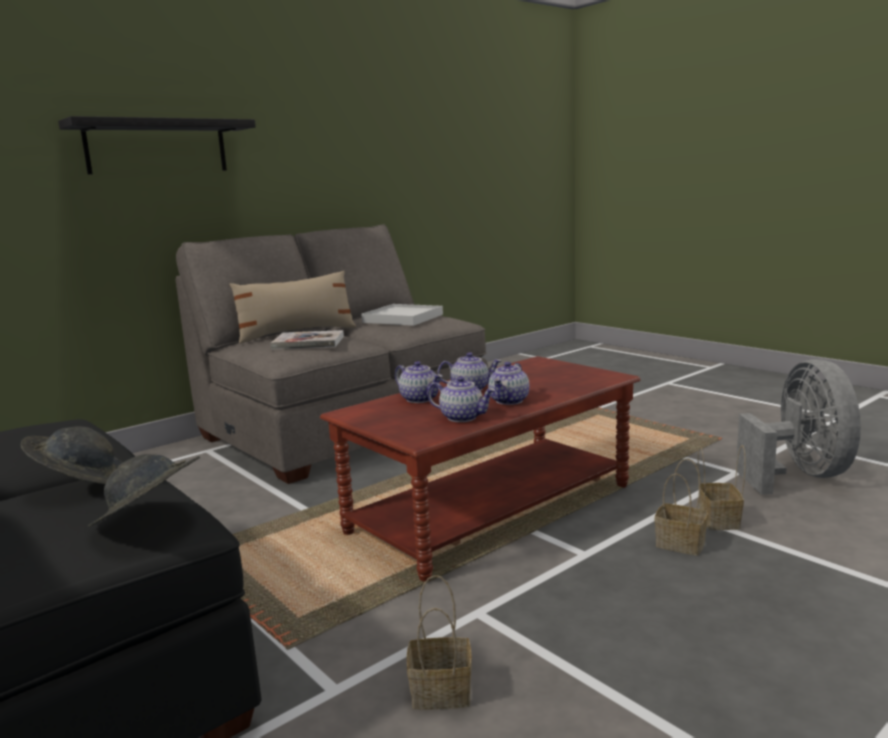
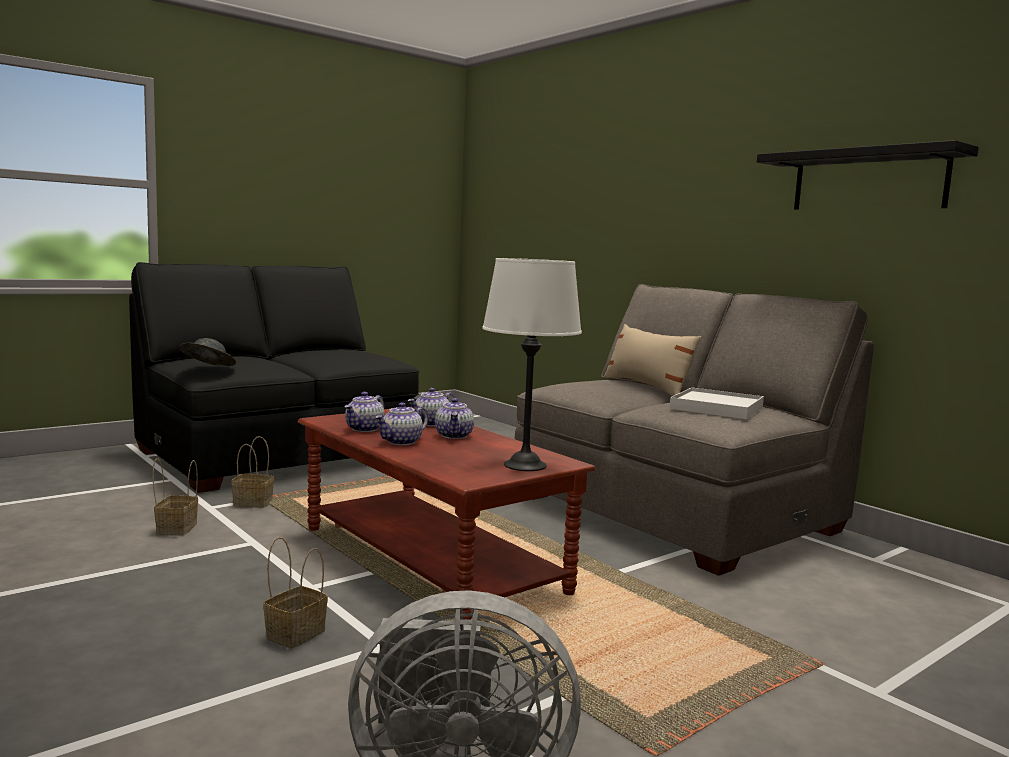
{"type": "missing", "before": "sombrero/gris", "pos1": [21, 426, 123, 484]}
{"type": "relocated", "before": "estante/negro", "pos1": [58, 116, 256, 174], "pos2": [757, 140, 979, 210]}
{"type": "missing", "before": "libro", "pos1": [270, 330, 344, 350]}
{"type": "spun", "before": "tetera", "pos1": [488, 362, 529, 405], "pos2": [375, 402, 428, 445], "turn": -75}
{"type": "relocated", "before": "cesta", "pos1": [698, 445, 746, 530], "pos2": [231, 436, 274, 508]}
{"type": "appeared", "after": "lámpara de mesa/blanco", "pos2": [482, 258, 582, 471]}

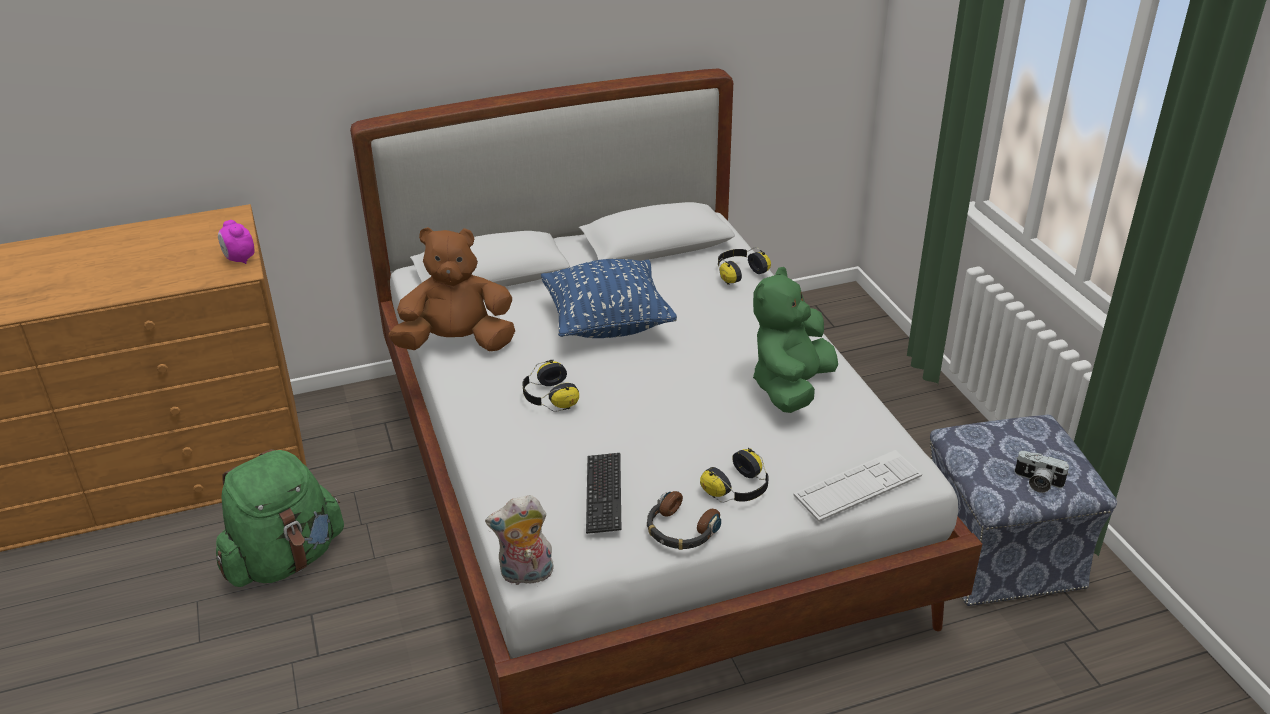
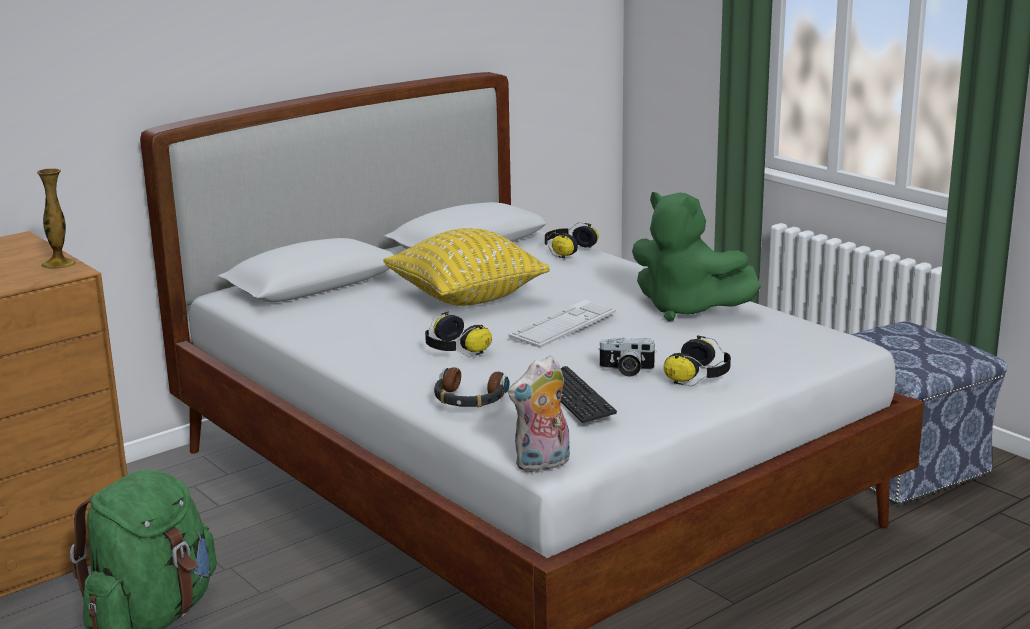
{"type": "exchanged", "before": "despertador", "after": "florero", "pos1": [218, 220, 254, 264], "pos2": [37, 169, 76, 269]}
{"type": "missing", "before": "peluche/marrón", "pos1": [389, 227, 515, 352]}
{"type": "colour", "before": "cojín/azul", "after": "cojín/amarillo", "pos1": [541, 259, 677, 338], "pos2": [383, 228, 550, 306]}
{"type": "relocated", "before": "auriculares", "pos1": [647, 491, 721, 550], "pos2": [434, 367, 510, 407]}
{"type": "spun", "before": "peluche/verde", "pos1": [753, 267, 838, 413], "pos2": [632, 192, 761, 321], "turn": -60}
{"type": "relocated", "before": "teclado", "pos1": [794, 450, 922, 522], "pos2": [508, 300, 616, 348]}
{"type": "relocated", "before": "cámara", "pos1": [1014, 451, 1069, 493], "pos2": [598, 338, 657, 377]}

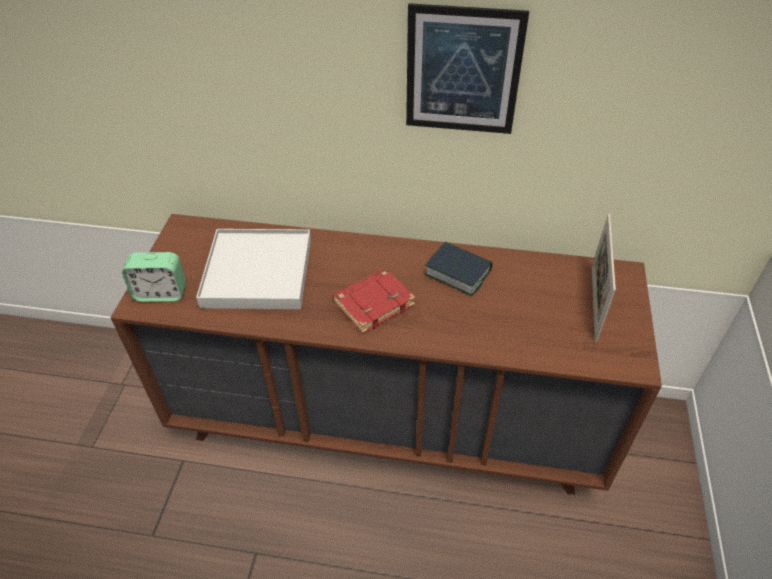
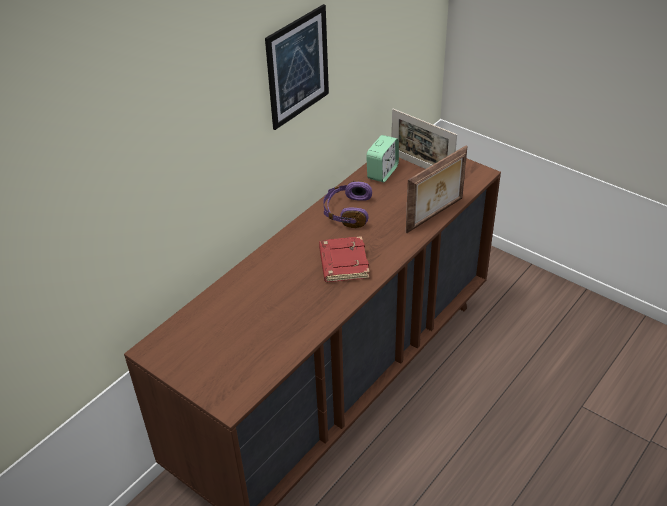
{"type": "relocated", "before": "despertador", "pos1": [122, 252, 186, 302], "pos2": [366, 135, 399, 182]}
{"type": "missing", "before": "bandeja/blanco", "pos1": [196, 229, 311, 309]}
{"type": "exchanged", "before": "libro", "after": "auriculares/morado", "pos1": [425, 242, 493, 296], "pos2": [323, 180, 372, 228]}
{"type": "appeared", "after": "portarretratos", "pos2": [406, 145, 468, 233]}

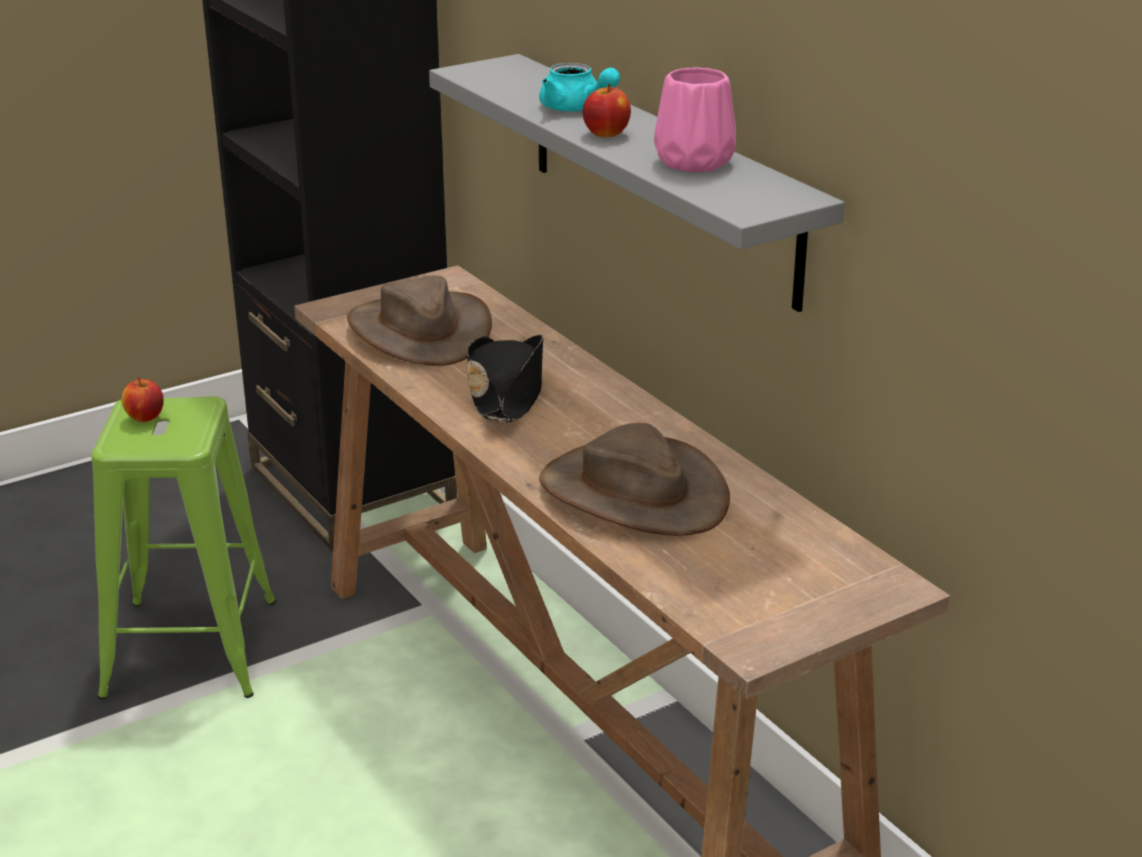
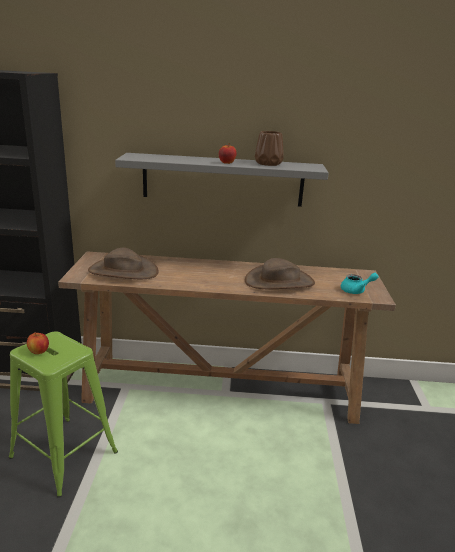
{"type": "missing", "before": "sombrero/negro", "pos1": [467, 335, 543, 422]}
{"type": "relocated", "before": "tetera/turquesa", "pos1": [539, 63, 620, 112], "pos2": [341, 273, 379, 294]}
{"type": "colour", "before": "florero/rosa", "after": "florero/marrón", "pos1": [654, 67, 736, 172], "pos2": [255, 131, 284, 166]}

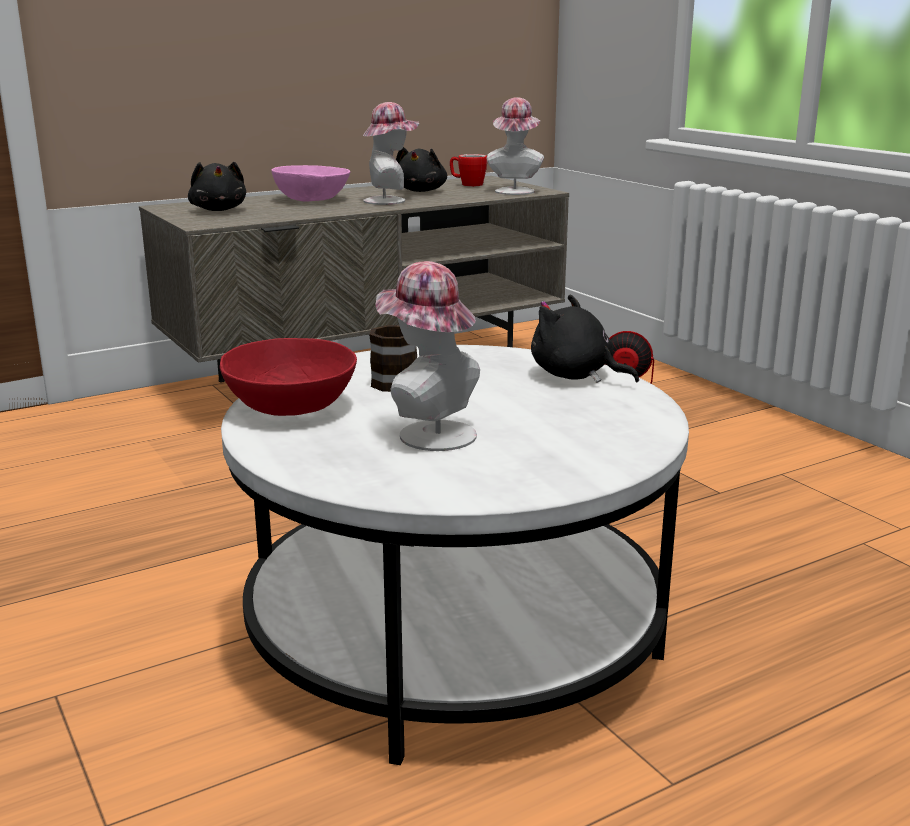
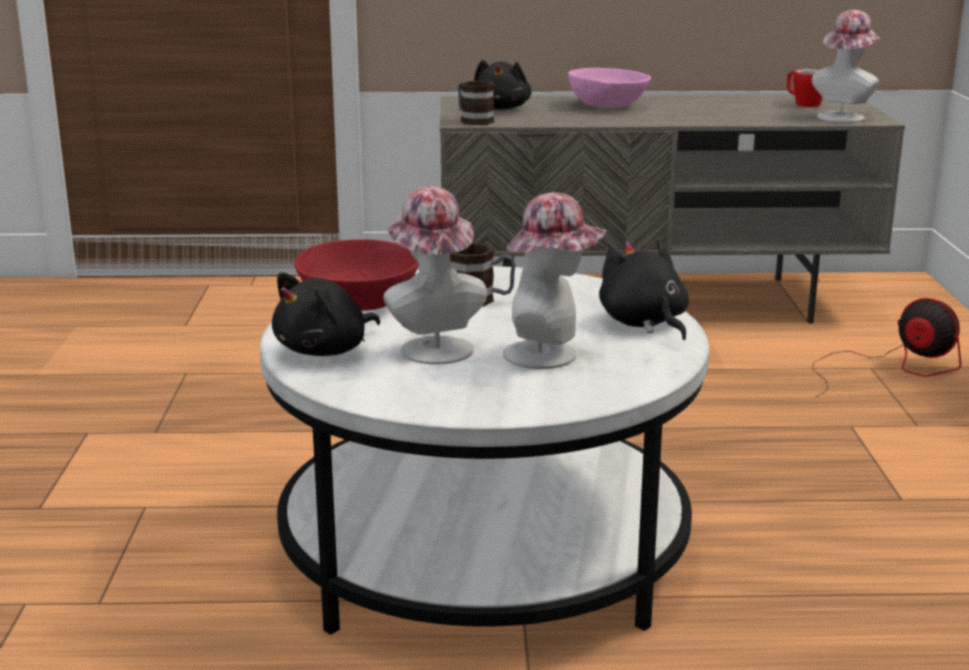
{"type": "relocated", "before": "sombrero", "pos1": [363, 102, 419, 205], "pos2": [503, 192, 607, 369]}
{"type": "relocated", "before": "peluche/negro", "pos1": [396, 147, 447, 192], "pos2": [272, 272, 380, 356]}
{"type": "appeared", "after": "taza grande", "pos2": [458, 81, 494, 125]}

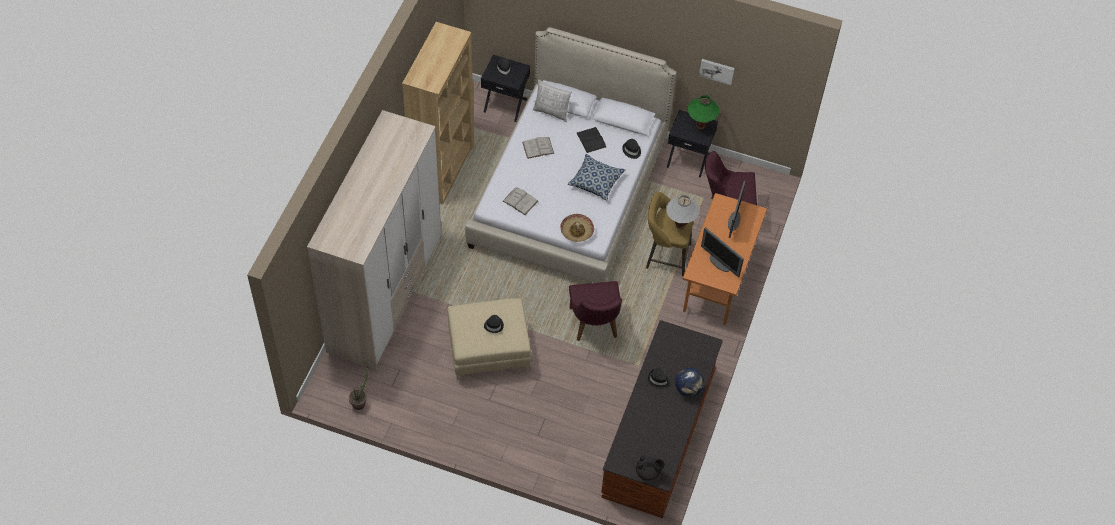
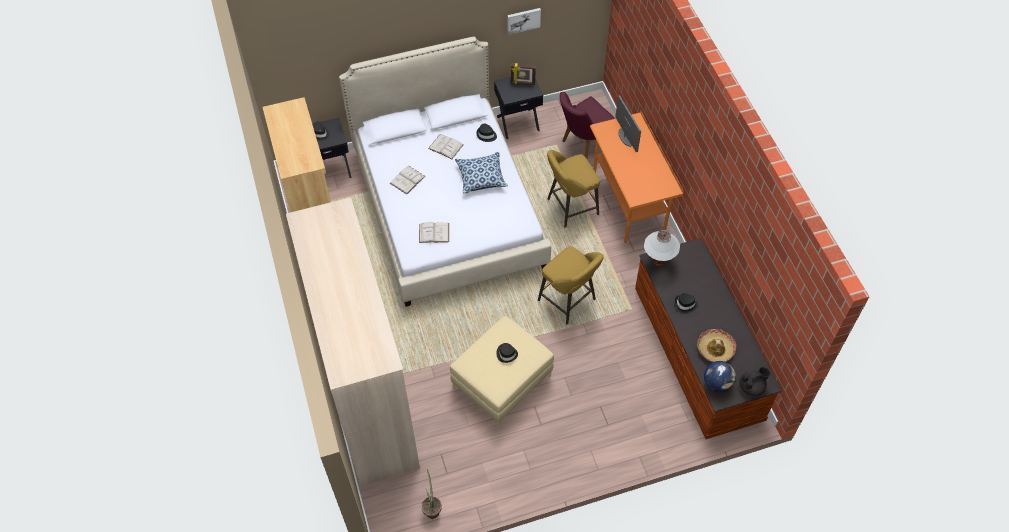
{"type": "missing", "before": "cojín", "pos1": [533, 80, 572, 122]}
{"type": "relocated", "before": "sombrero", "pos1": [560, 214, 594, 242], "pos2": [697, 329, 736, 362]}
{"type": "exchanged", "before": "silla/morado", "after": "taburete/amarillo", "pos1": [569, 281, 622, 341], "pos2": [538, 246, 603, 325]}
{"type": "colour", "before": "libro/negro", "after": "libro/blanco", "pos1": [576, 127, 606, 153], "pos2": [428, 134, 463, 159]}
{"type": "relocated", "before": "lámpara de mesa/blanco", "pos1": [666, 195, 700, 229], "pos2": [644, 230, 680, 266]}
{"type": "relocated", "before": "globo terráqueo", "pos1": [675, 368, 704, 397], "pos2": [704, 361, 736, 393]}
{"type": "exchanged", "before": "lámpara de mesa/verde", "after": "portarretratos", "pos1": [688, 95, 720, 129], "pos2": [511, 63, 536, 85]}
{"type": "missing", "before": "monitor", "pos1": [701, 227, 744, 277]}

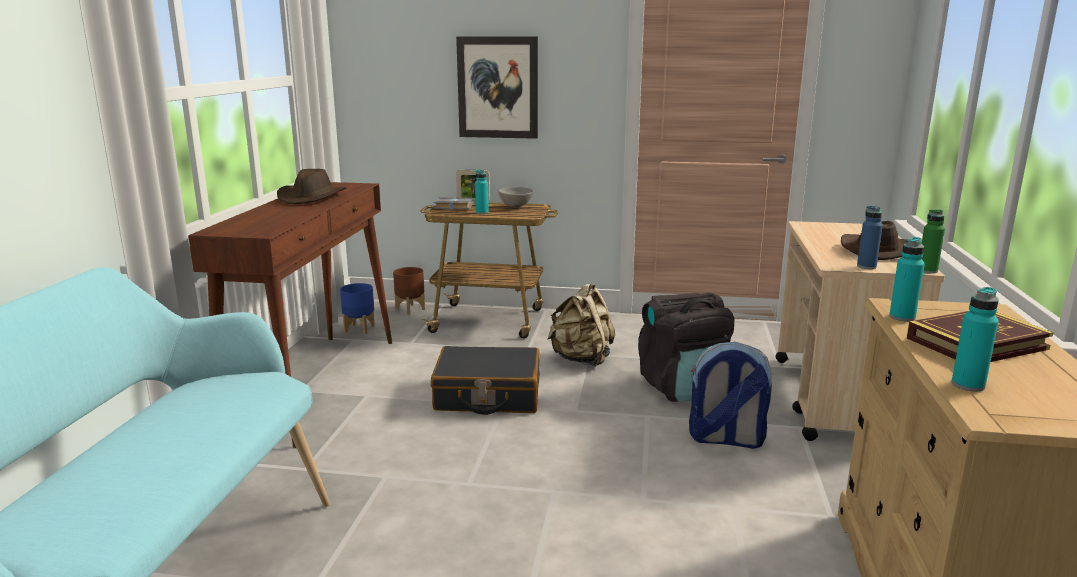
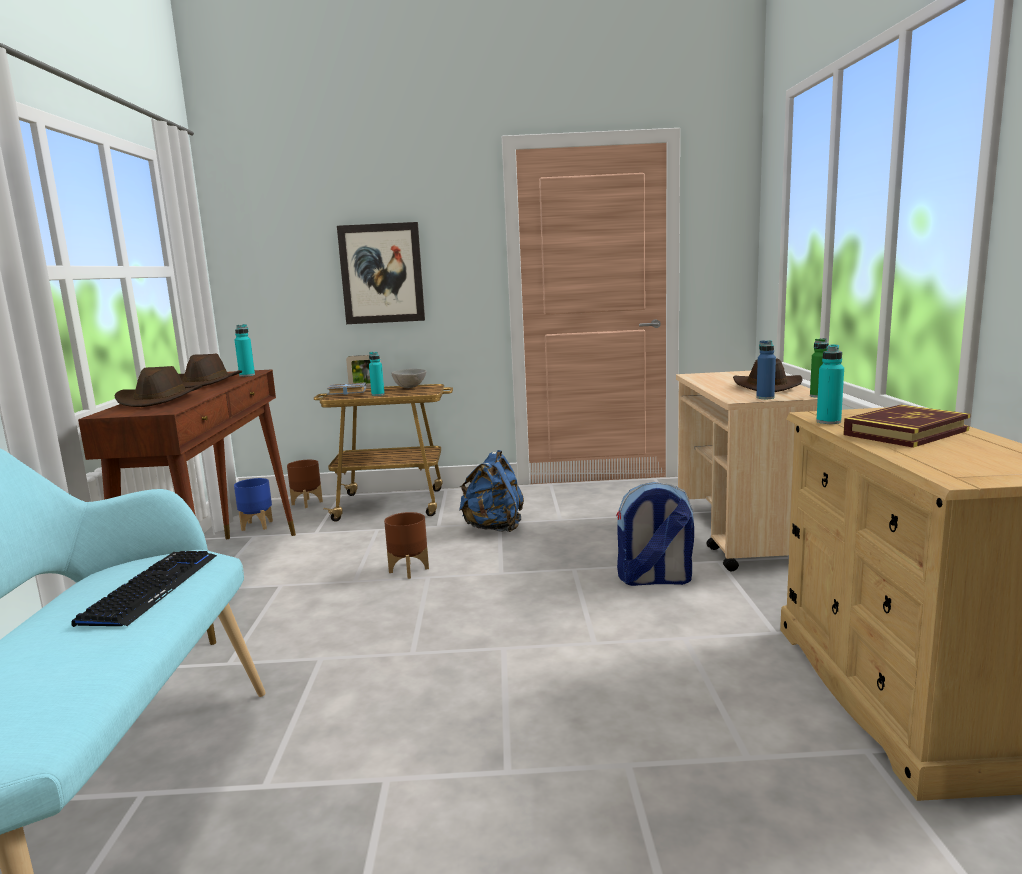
{"type": "exchanged", "before": "maleta/negro", "after": "maceta/marrón", "pos1": [431, 346, 540, 415], "pos2": [384, 512, 429, 579]}
{"type": "colour", "before": "mochila/beis", "after": "mochila/azul", "pos1": [547, 283, 615, 366], "pos2": [459, 450, 524, 532]}
{"type": "missing", "before": "mochila/negro", "pos1": [638, 293, 735, 402]}
{"type": "relocated", "before": "botella/turquesa", "pos1": [951, 287, 999, 391], "pos2": [235, 324, 255, 377]}
{"type": "appeared", "after": "teclado", "pos2": [71, 551, 217, 627]}
{"type": "appeared", "after": "sombrero/marrón", "pos2": [114, 366, 202, 407]}

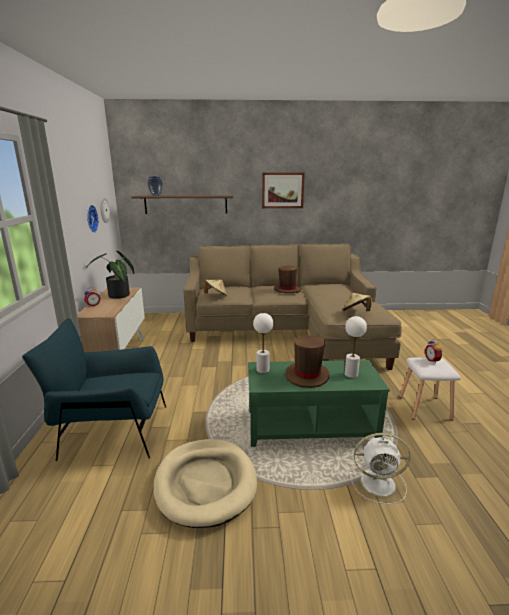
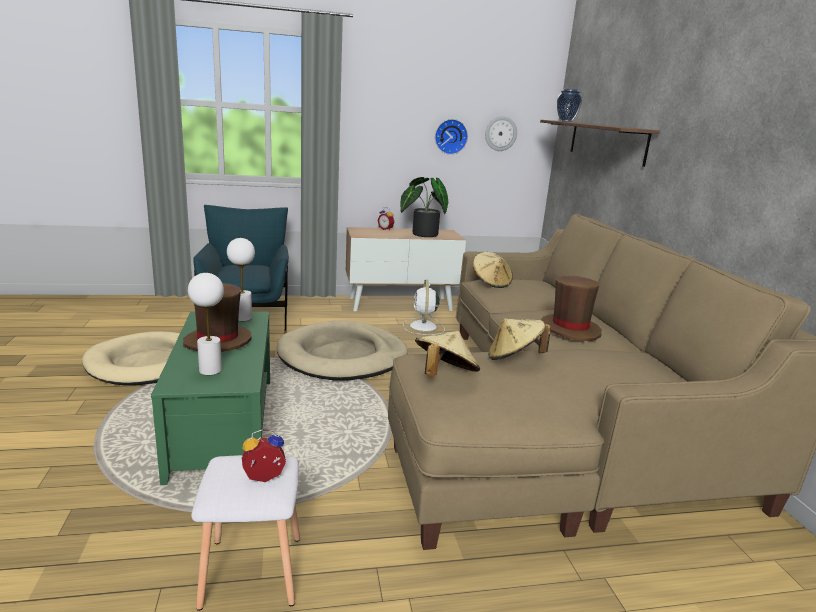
{"type": "missing", "before": "cuadro", "pos1": [262, 173, 305, 208]}
{"type": "relocated", "before": "ventilador/blanco", "pos1": [349, 433, 411, 504], "pos2": [403, 280, 445, 335]}
{"type": "appeared", "after": "cama para perro/beis", "pos2": [276, 321, 408, 381]}
{"type": "appeared", "after": "sombrero/beis", "pos2": [488, 319, 551, 360]}

